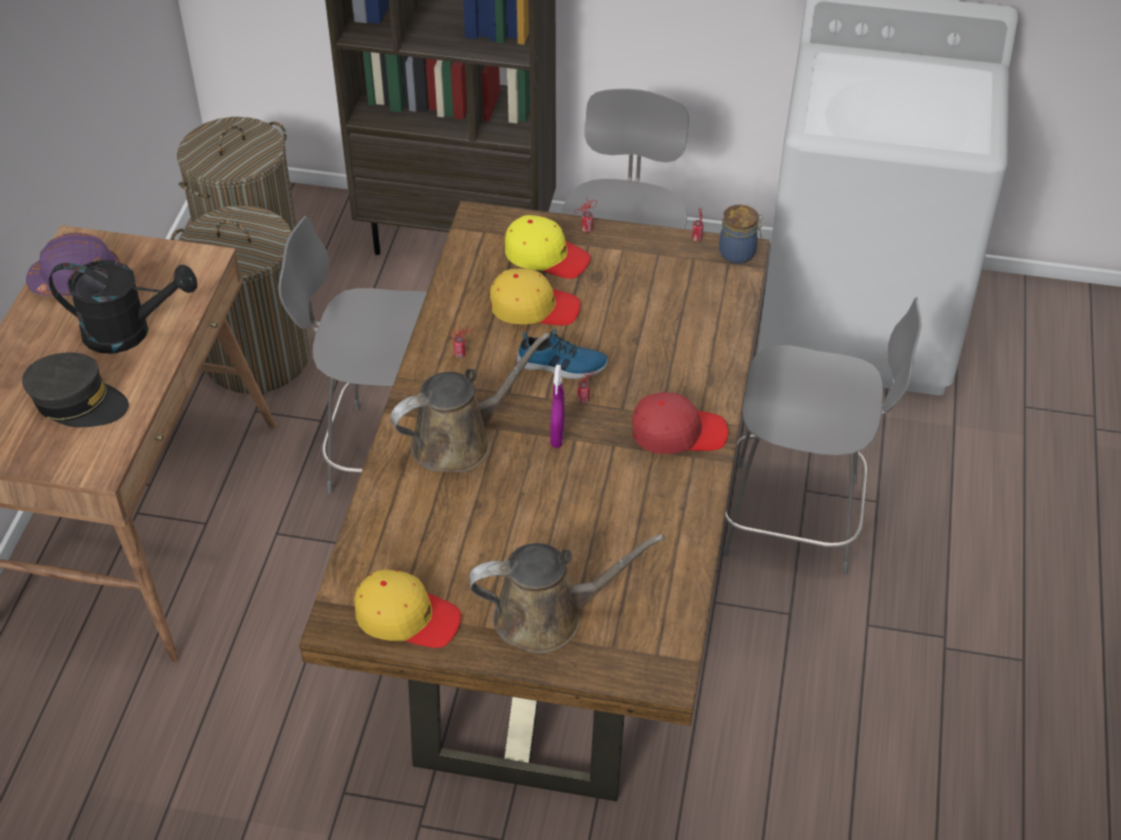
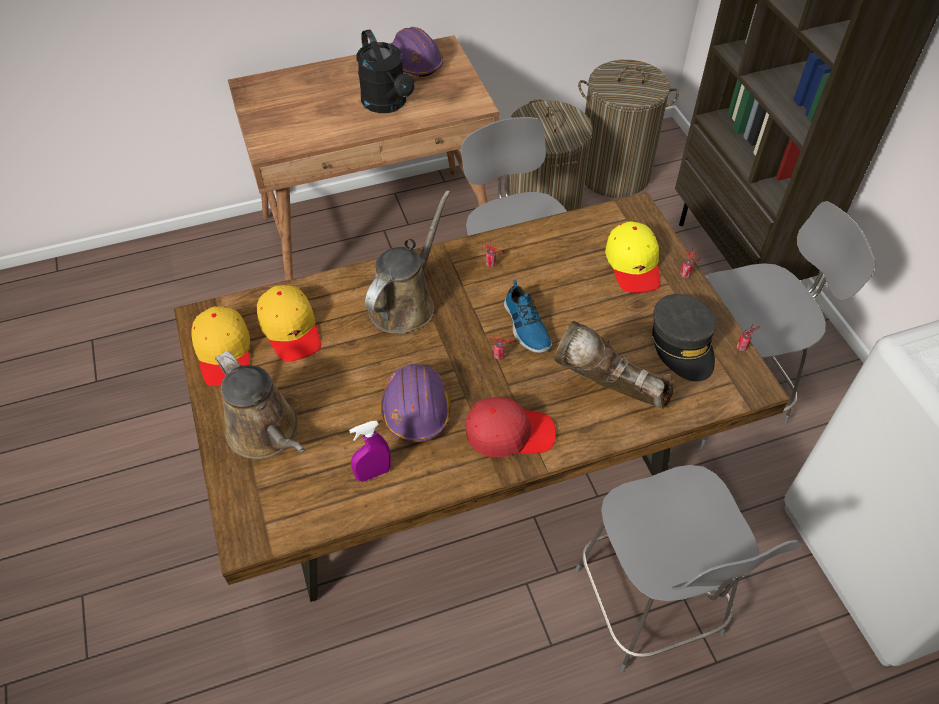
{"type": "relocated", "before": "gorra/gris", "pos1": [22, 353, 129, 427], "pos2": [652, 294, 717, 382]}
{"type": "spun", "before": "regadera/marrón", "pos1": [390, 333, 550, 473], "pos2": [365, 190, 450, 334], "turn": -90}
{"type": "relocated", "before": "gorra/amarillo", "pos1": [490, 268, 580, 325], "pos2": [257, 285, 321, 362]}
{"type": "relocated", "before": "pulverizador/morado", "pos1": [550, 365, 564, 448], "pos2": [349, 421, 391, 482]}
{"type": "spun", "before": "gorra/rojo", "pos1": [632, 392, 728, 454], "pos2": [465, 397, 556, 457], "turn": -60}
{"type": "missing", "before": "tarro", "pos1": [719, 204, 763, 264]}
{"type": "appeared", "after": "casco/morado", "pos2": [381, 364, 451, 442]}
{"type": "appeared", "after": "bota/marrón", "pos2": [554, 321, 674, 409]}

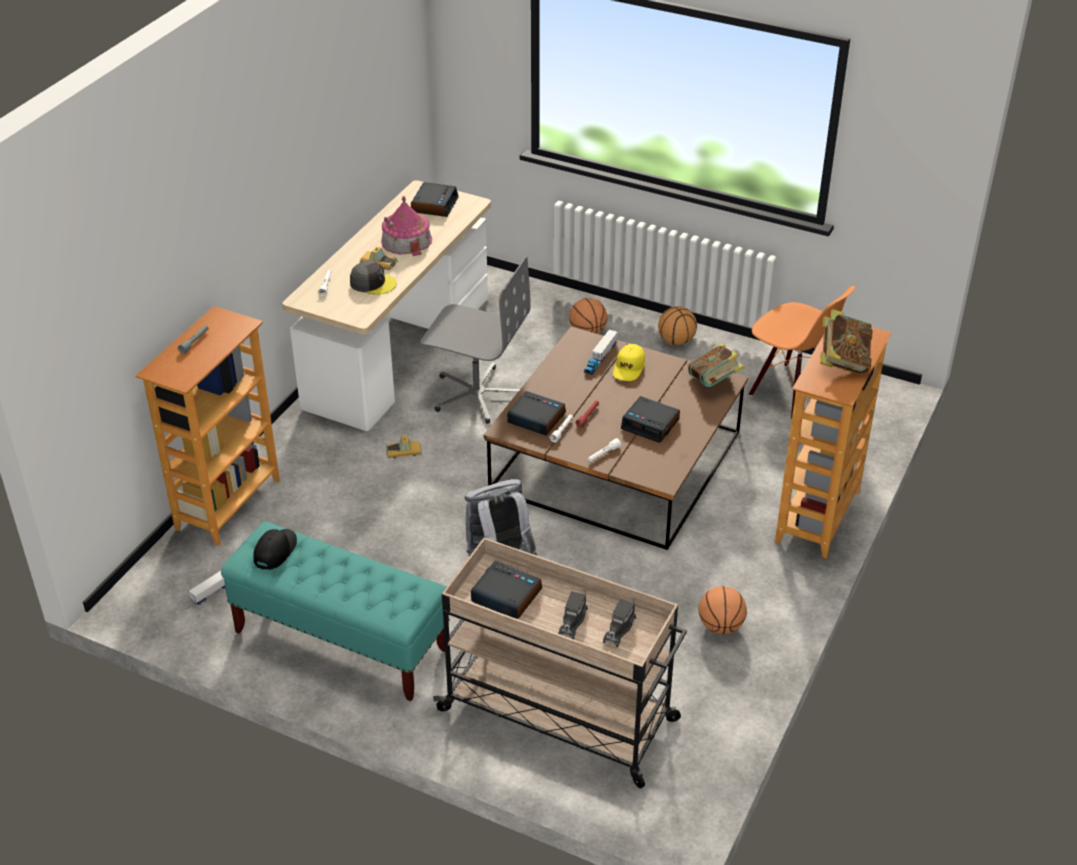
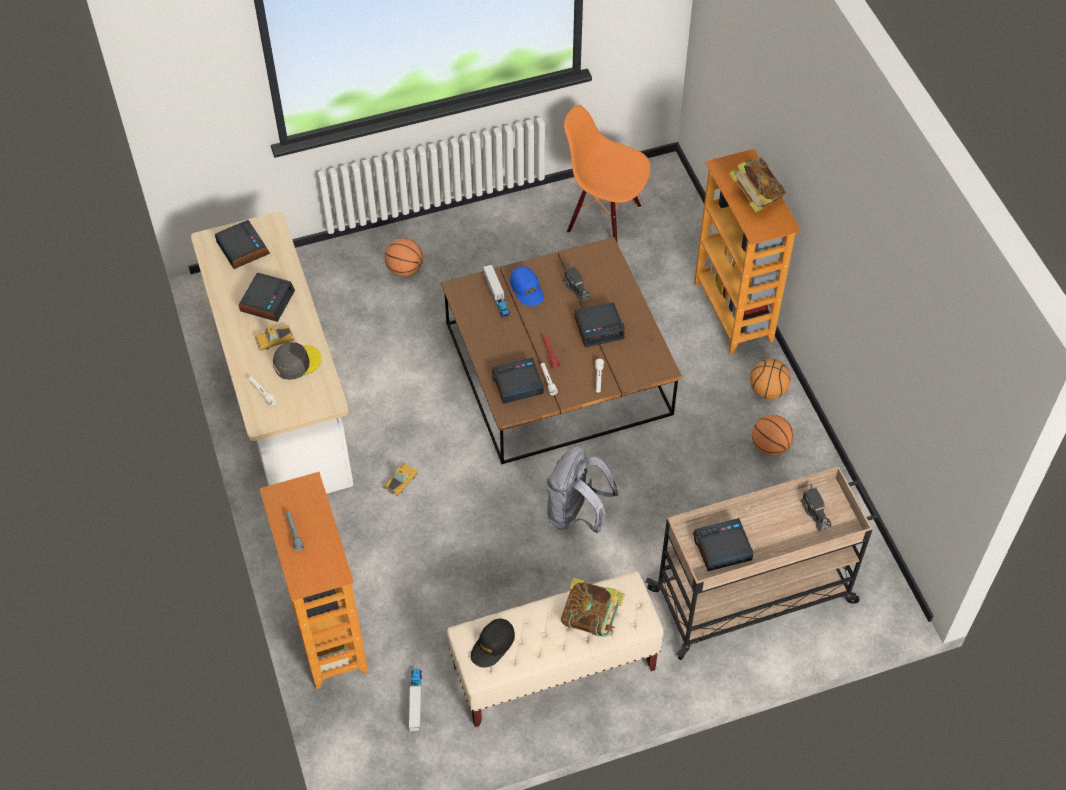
{"type": "colour", "before": "banco/turquesa", "after": "banco/beis", "pos1": [221, 521, 450, 701], "pos2": [447, 571, 664, 727]}
{"type": "spun", "before": "gorra/negro", "pos1": [253, 529, 297, 570], "pos2": [471, 619, 515, 668], "turn": -120}
{"type": "exchanged", "before": "casita", "after": "despertador", "pos1": [381, 196, 432, 256], "pos2": [239, 273, 295, 322]}
{"type": "missing", "before": "silla de oficina/gris", "pos1": [420, 256, 531, 424]}
{"type": "relocated", "before": "camión de juguete", "pos1": [558, 589, 588, 639], "pos2": [563, 263, 591, 303]}
{"type": "colour", "before": "gorra/amarillo", "after": "gorra/azul", "pos1": [613, 344, 645, 381], "pos2": [510, 266, 544, 306]}
{"type": "relocated", "before": "balón de baloncesto", "pos1": [658, 306, 697, 345], "pos2": [750, 359, 791, 399]}
{"type": "relocated", "before": "libro", "pos1": [688, 343, 745, 387], "pos2": [561, 577, 625, 637]}
{"type": "spun", "before": "silla/naranja", "pos1": [749, 286, 856, 419], "pos2": [564, 105, 650, 244], "turn": -150}

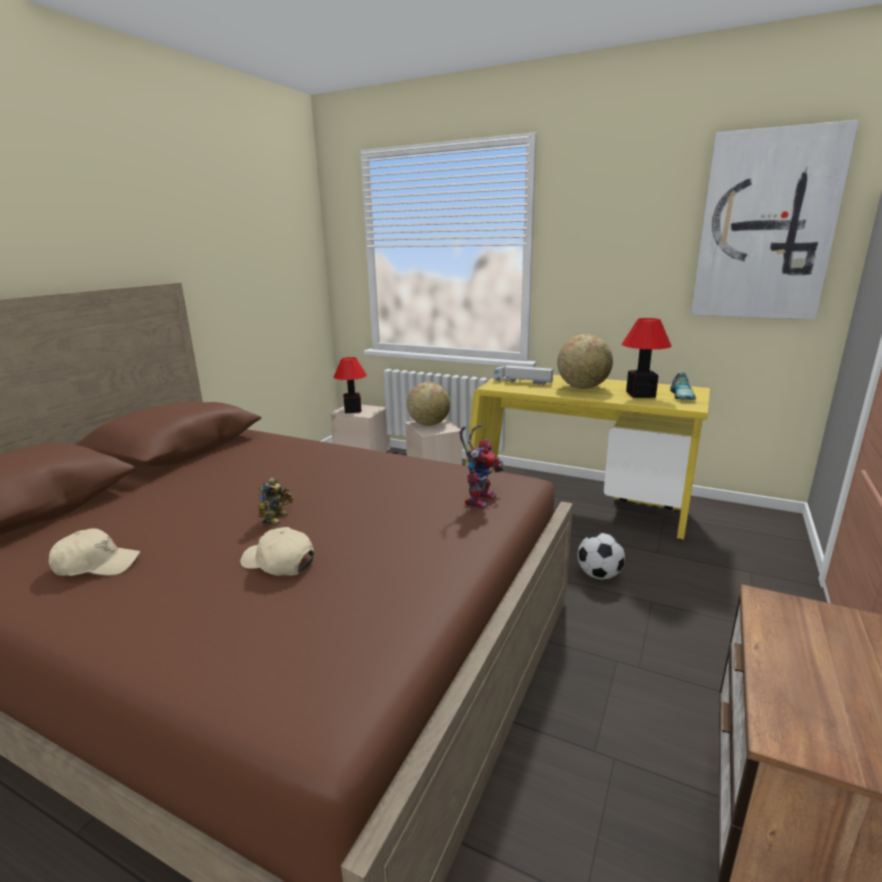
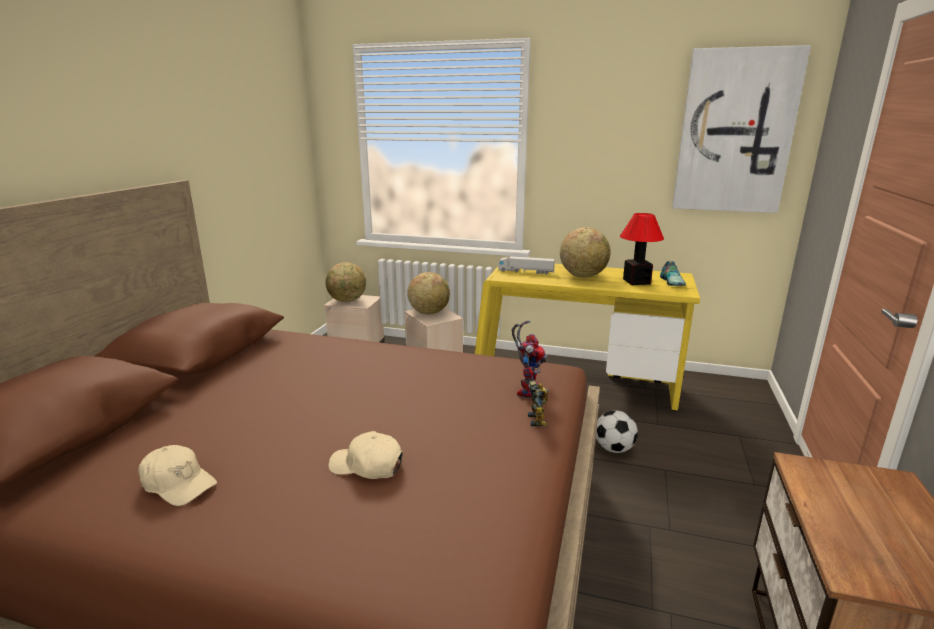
{"type": "spun", "before": "gorra/beis", "pos1": [49, 528, 140, 576], "pos2": [138, 445, 217, 506], "turn": 45}
{"type": "relocated", "before": "robot de juguete", "pos1": [258, 478, 294, 525], "pos2": [528, 381, 548, 427]}
{"type": "exchanged", "before": "lámpara de mesa", "after": "globo terráqueo", "pos1": [334, 357, 367, 414], "pos2": [325, 262, 366, 302]}

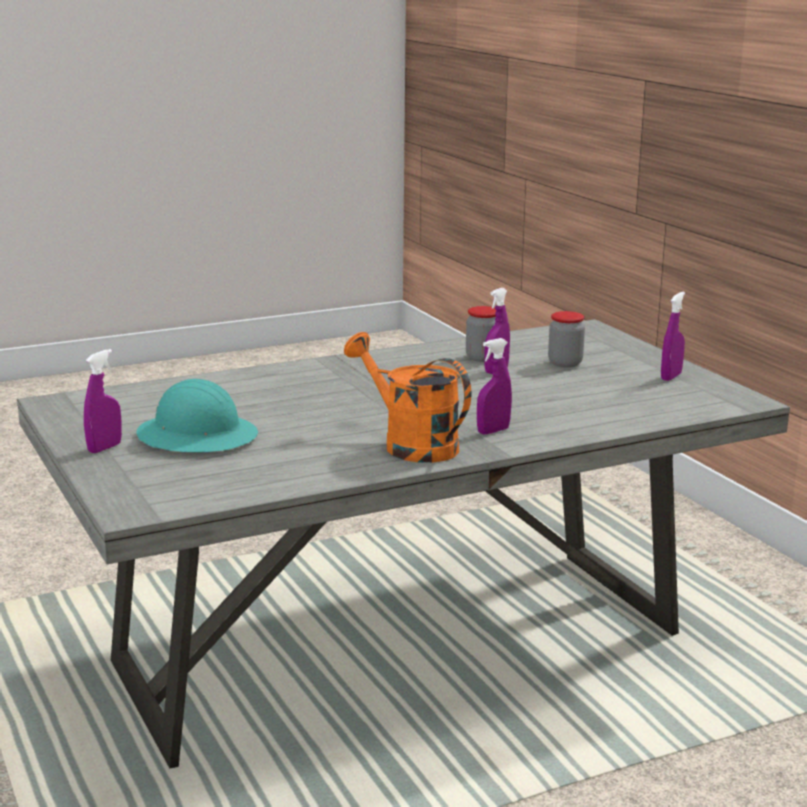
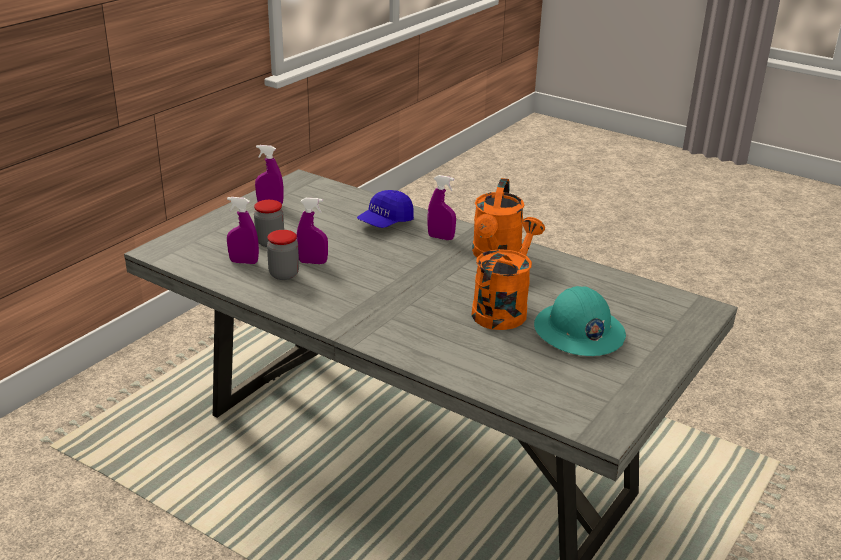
{"type": "relocated", "before": "pulverizador/morado", "pos1": [84, 349, 122, 453], "pos2": [227, 197, 259, 264]}
{"type": "appeared", "after": "gorra/azul", "pos2": [357, 190, 414, 228]}
{"type": "appeared", "after": "regadera/naranja", "pos2": [471, 217, 545, 330]}

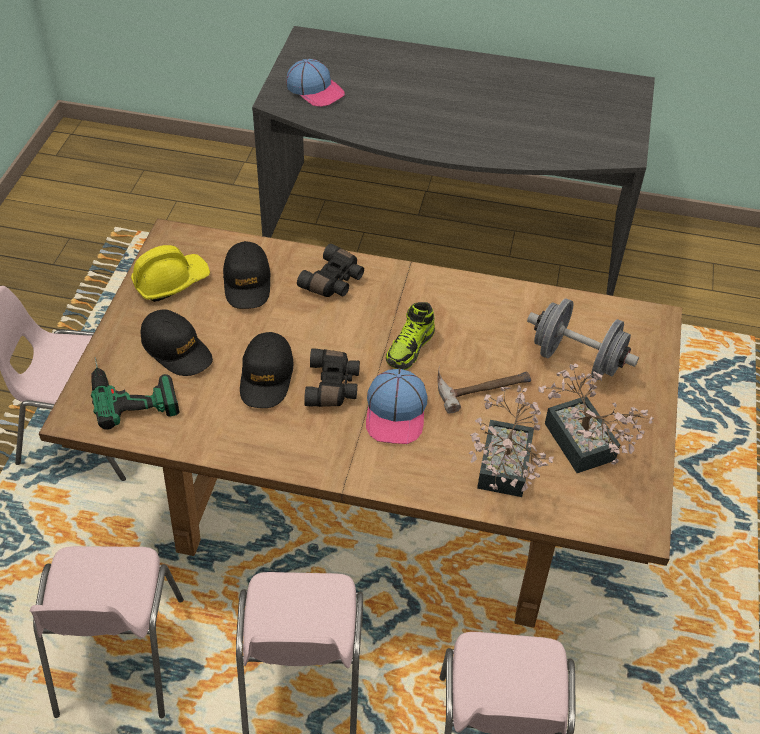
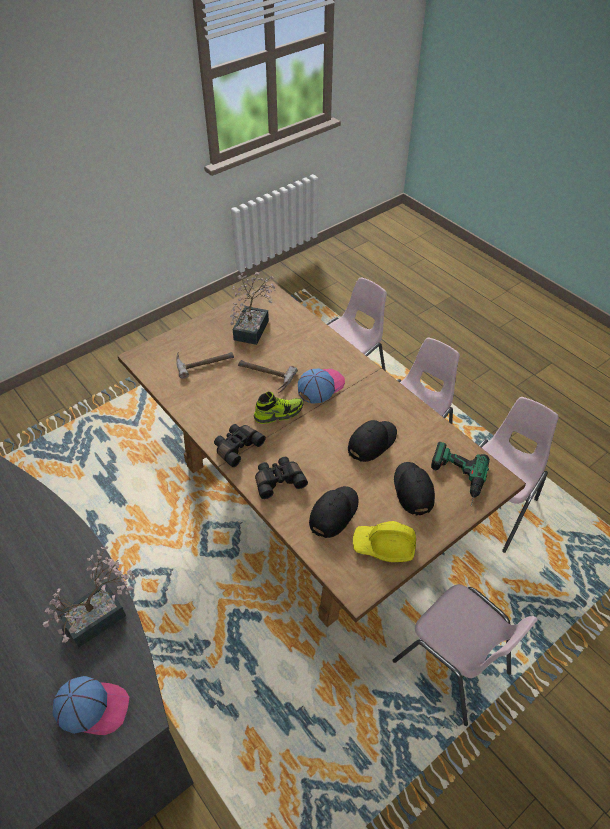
{"type": "spun", "before": "gorra", "pos1": [286, 59, 345, 107], "pos2": [53, 676, 130, 735], "turn": 105}
{"type": "relocated", "before": "prismáticos/negro", "pos1": [304, 349, 360, 407], "pos2": [214, 424, 266, 467]}
{"type": "relocated", "before": "planta en maceta", "pos1": [468, 386, 554, 497], "pos2": [43, 546, 135, 648]}
{"type": "exchanged", "before": "mancuerna/gris", "after": "martillo", "pos1": [527, 298, 639, 380], "pos2": [176, 352, 234, 379]}

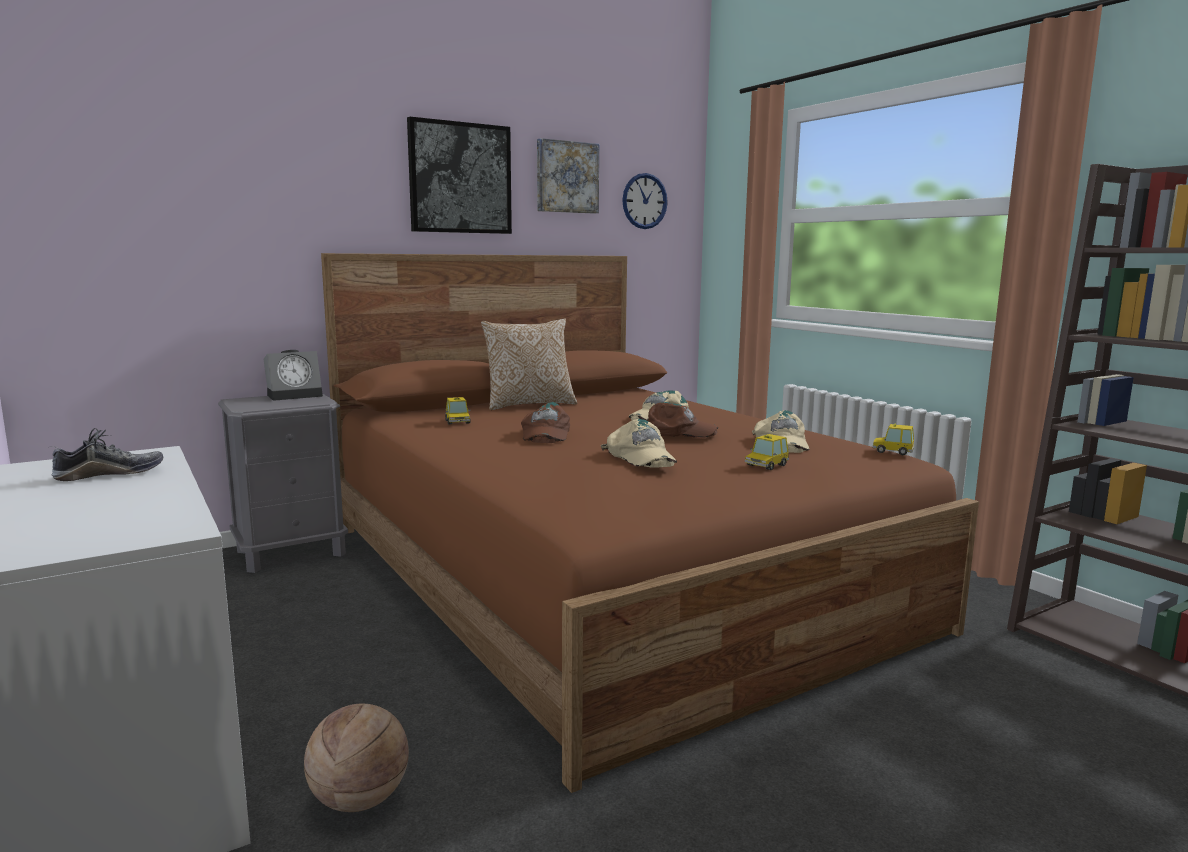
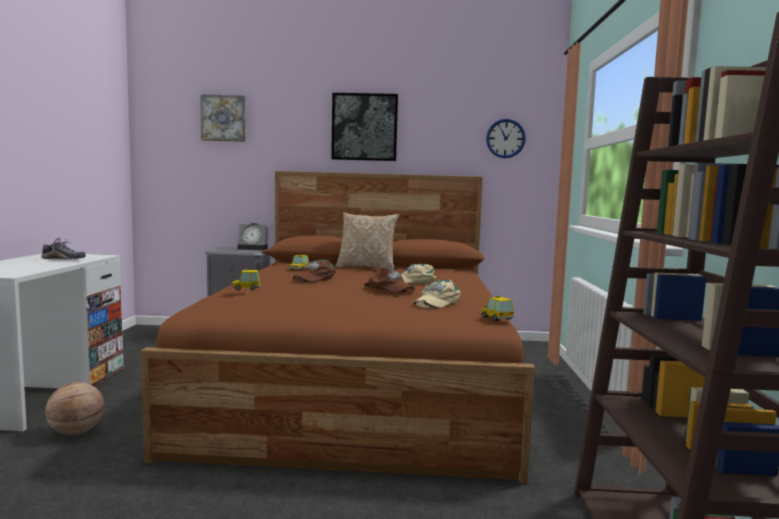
{"type": "relocated", "before": "cuadro", "pos1": [537, 138, 599, 214], "pos2": [200, 95, 246, 142]}
{"type": "missing", "before": "gorra/beis", "pos1": [601, 419, 677, 468]}
{"type": "relocated", "before": "coche de juguete", "pos1": [745, 434, 789, 470], "pos2": [232, 269, 260, 290]}

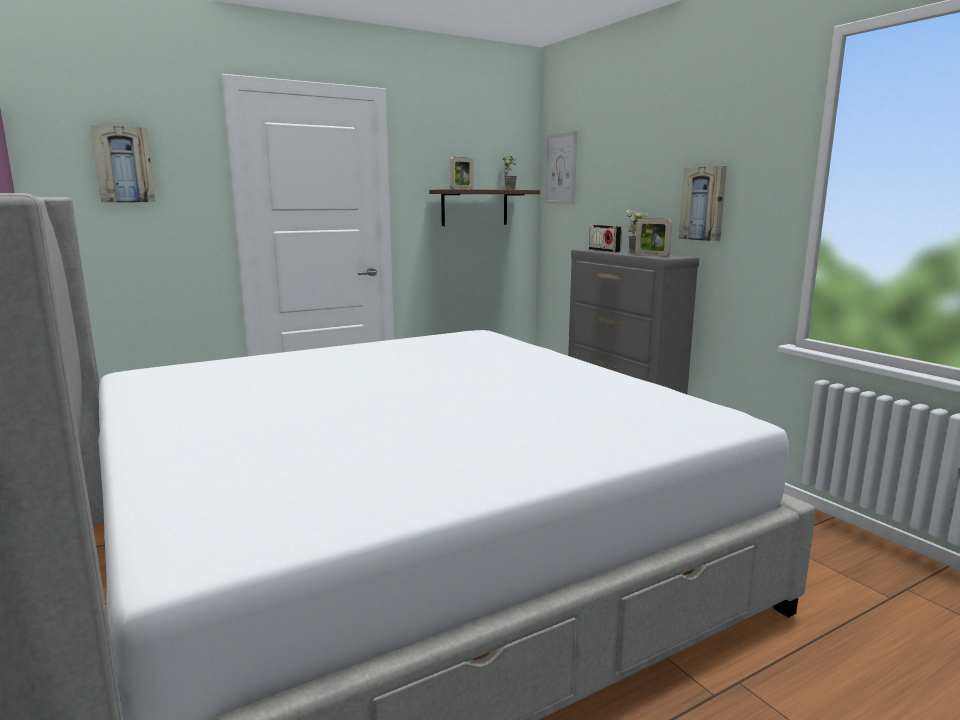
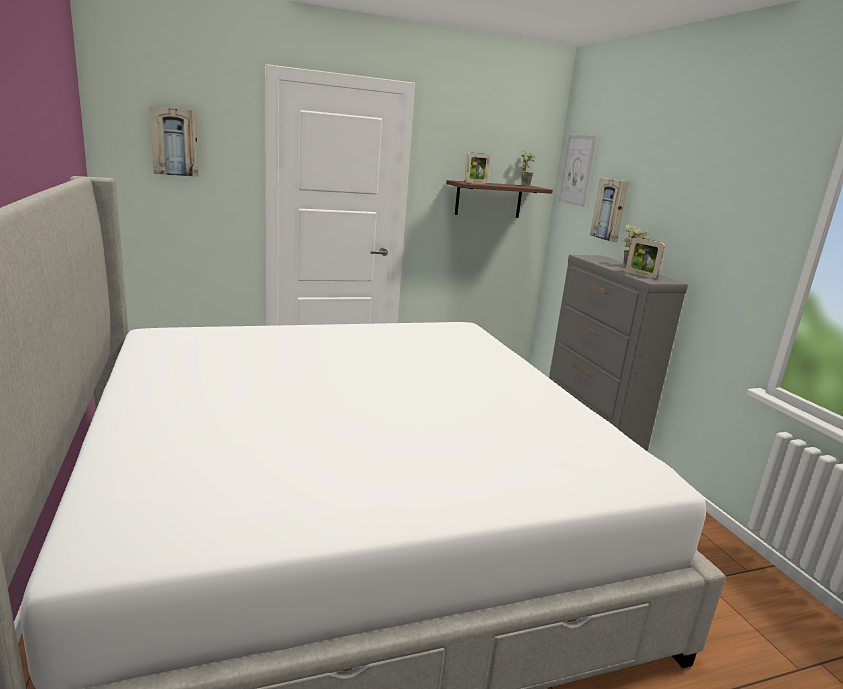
{"type": "missing", "before": "radio", "pos1": [589, 225, 622, 252]}
{"type": "relocated", "before": "cuadro", "pos1": [679, 166, 727, 241], "pos2": [590, 178, 629, 242]}

